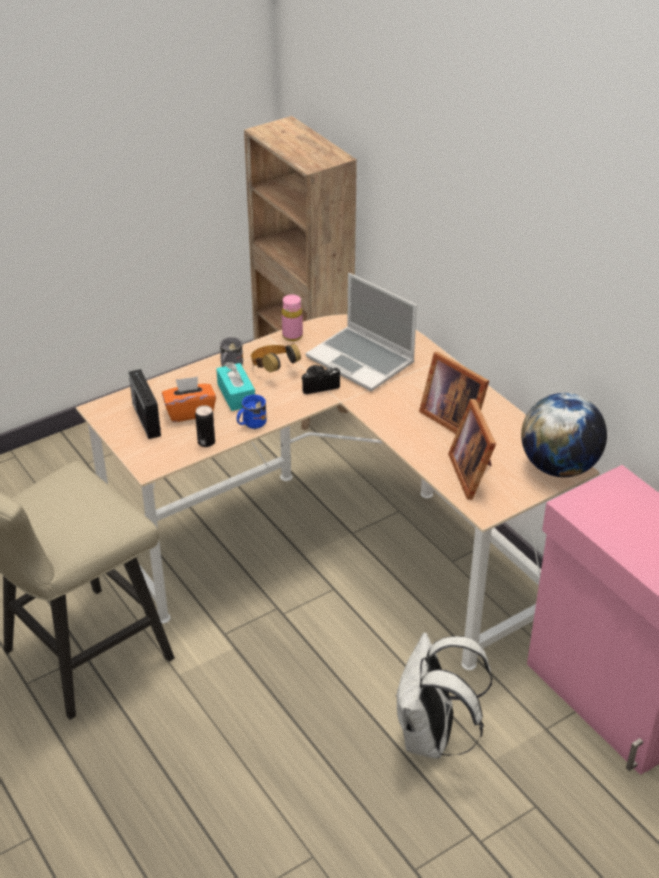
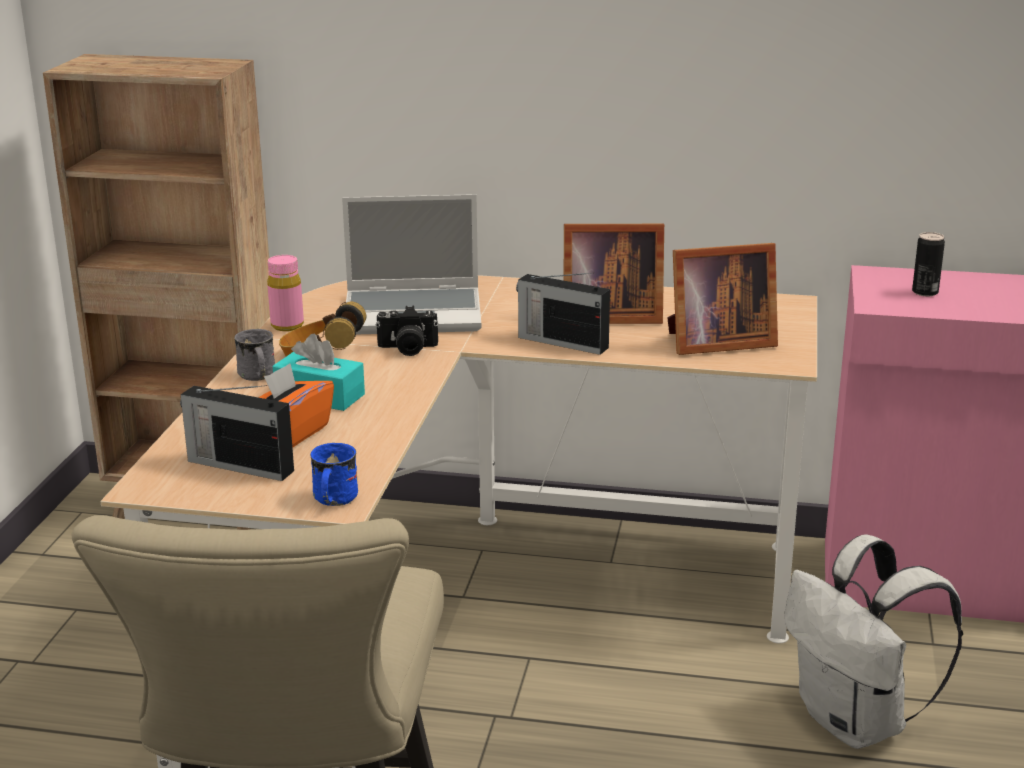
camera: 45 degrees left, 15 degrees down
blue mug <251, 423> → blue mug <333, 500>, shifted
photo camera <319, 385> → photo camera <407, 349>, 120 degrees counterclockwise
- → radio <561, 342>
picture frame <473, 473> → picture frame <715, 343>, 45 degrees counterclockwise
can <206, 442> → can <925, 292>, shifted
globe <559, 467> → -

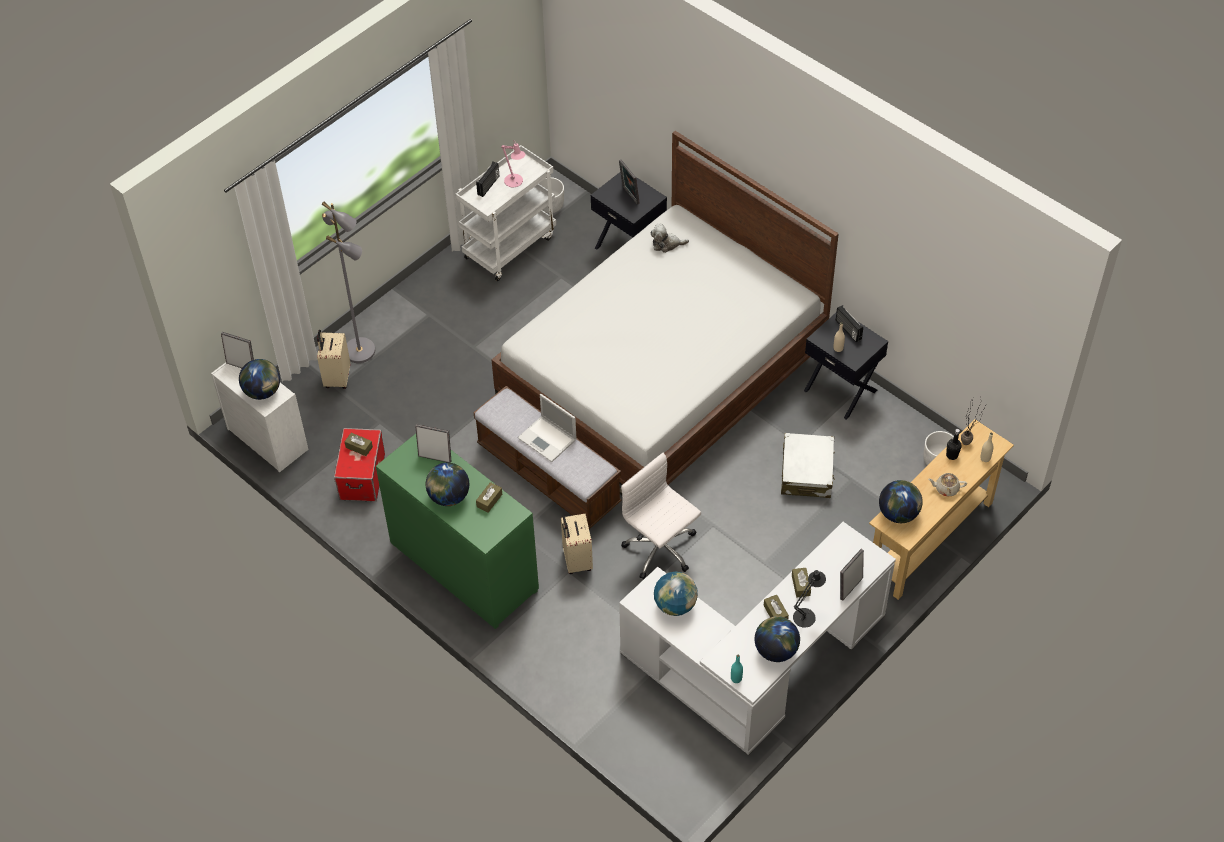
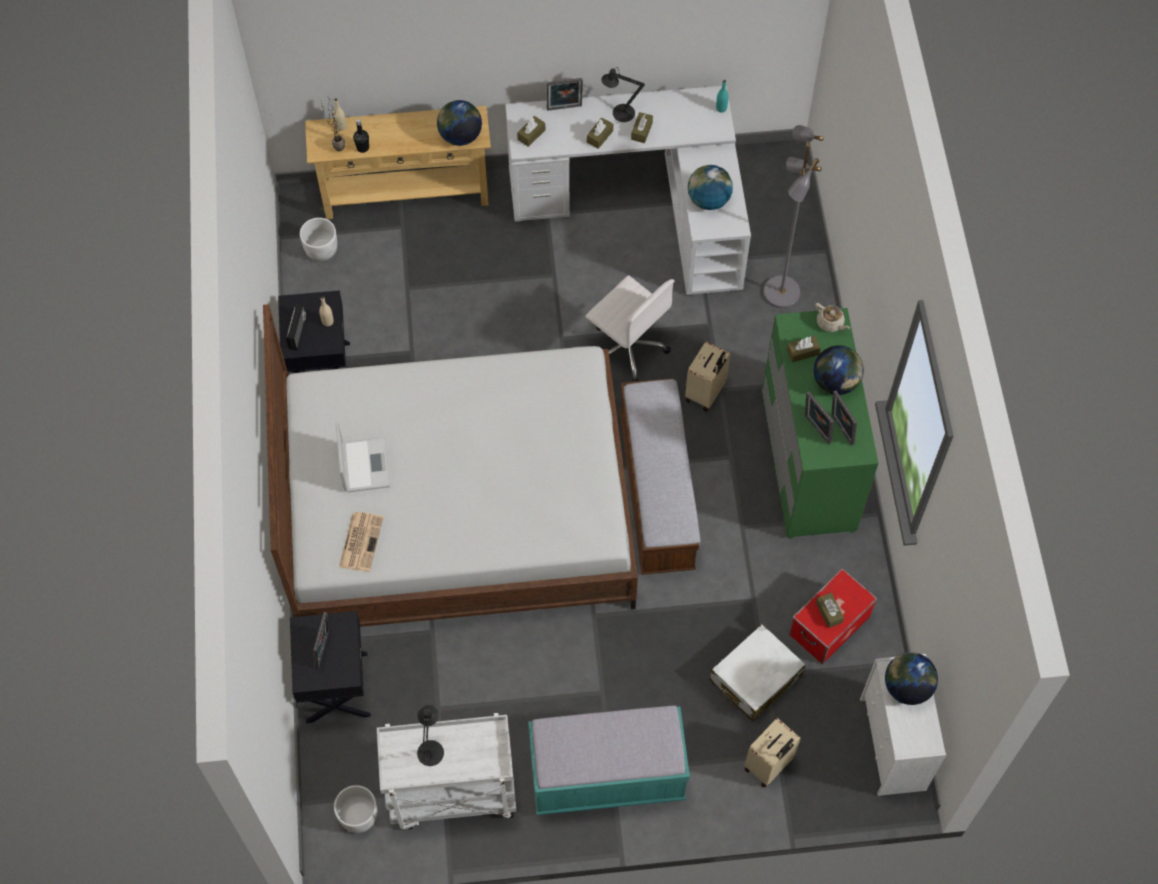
camera: 140 degrees left, 10 degrees up
laptop <548, 439> → laptop <364, 464>, shifted
plush toy <666, 244> → newspaper <361, 541>
pink table lamp <515, 182> → black table lamp <431, 749>
- → brown tissue box <531, 134>
- → turquoise bench <607, 776>
white office chair <661, 550> → white office chair <627, 348>, 45 degrees counterclockwise
white suitcase <806, 472> → white suitcase <755, 678>, shifted
grey floor lamp <360, 350> → grey floor lamp <780, 292>, shifted
beige teapot <946, 488> → beige teapot <830, 323>, shifted
picture frame <242, 365> → picture frame <840, 430>, shifted
radio <489, 185> → -
globe <776, 650> → -

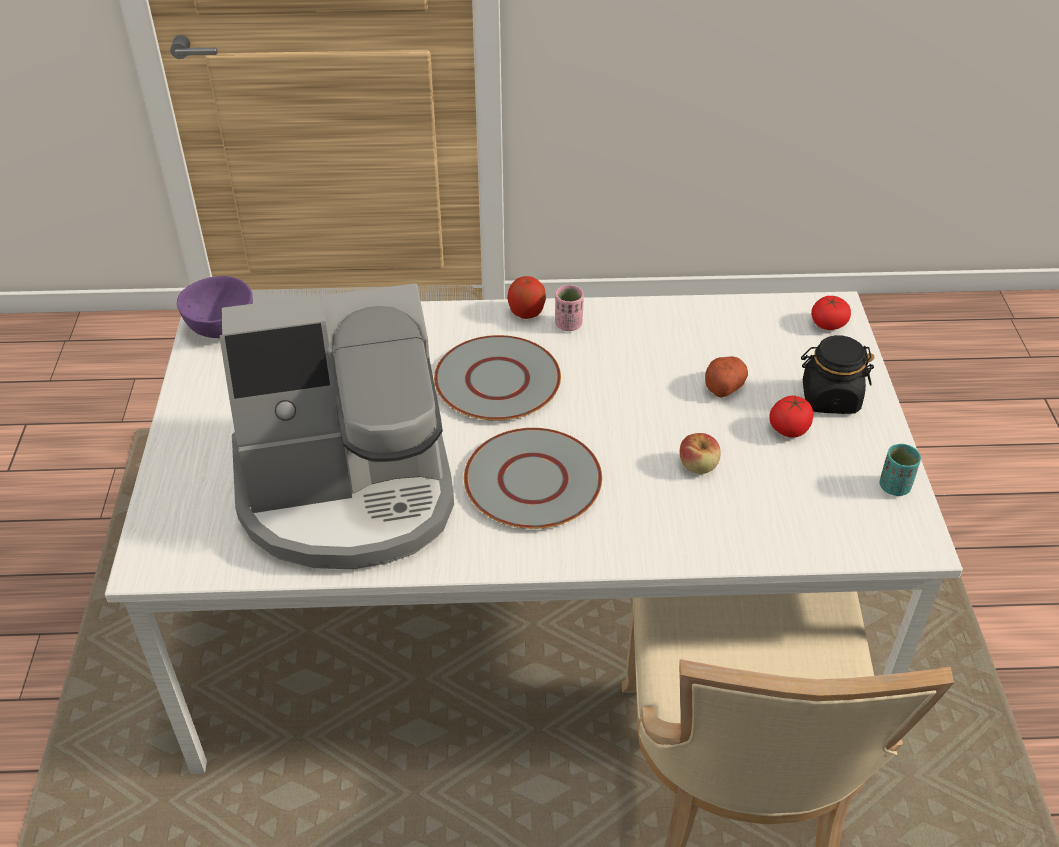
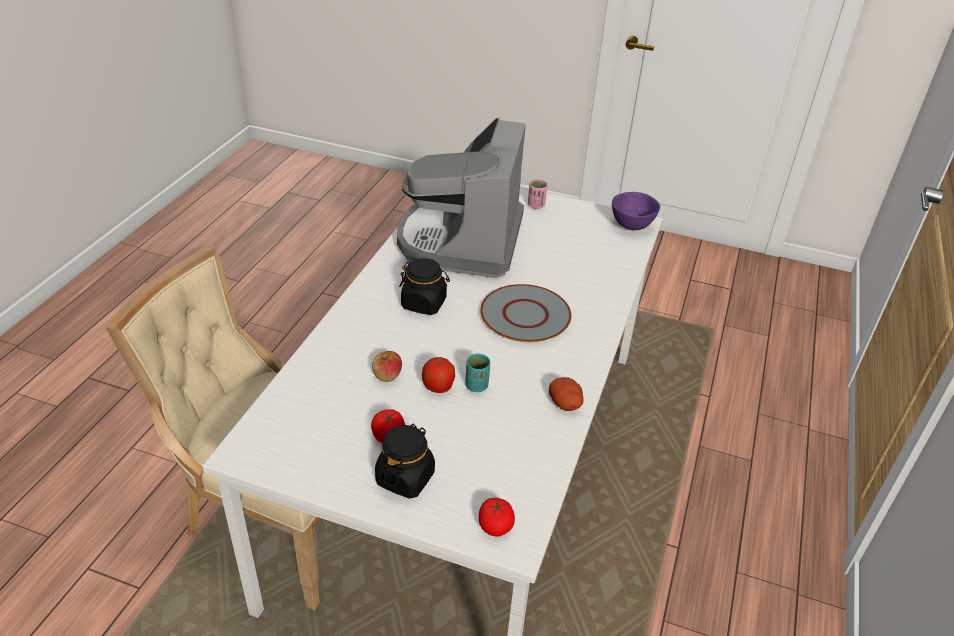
camera: 110 degrees right, 5 degrees down
grey plate <533, 481> → black jar <424, 303>
apple <526, 313> → apple <438, 387>, shifted
turquoise cup <894, 486> → turquoise cup <476, 386>, shifted
pink cup <568, 324> → pink cup <536, 205>, shifted
potato <724, 386> → potato <566, 403>, shifted

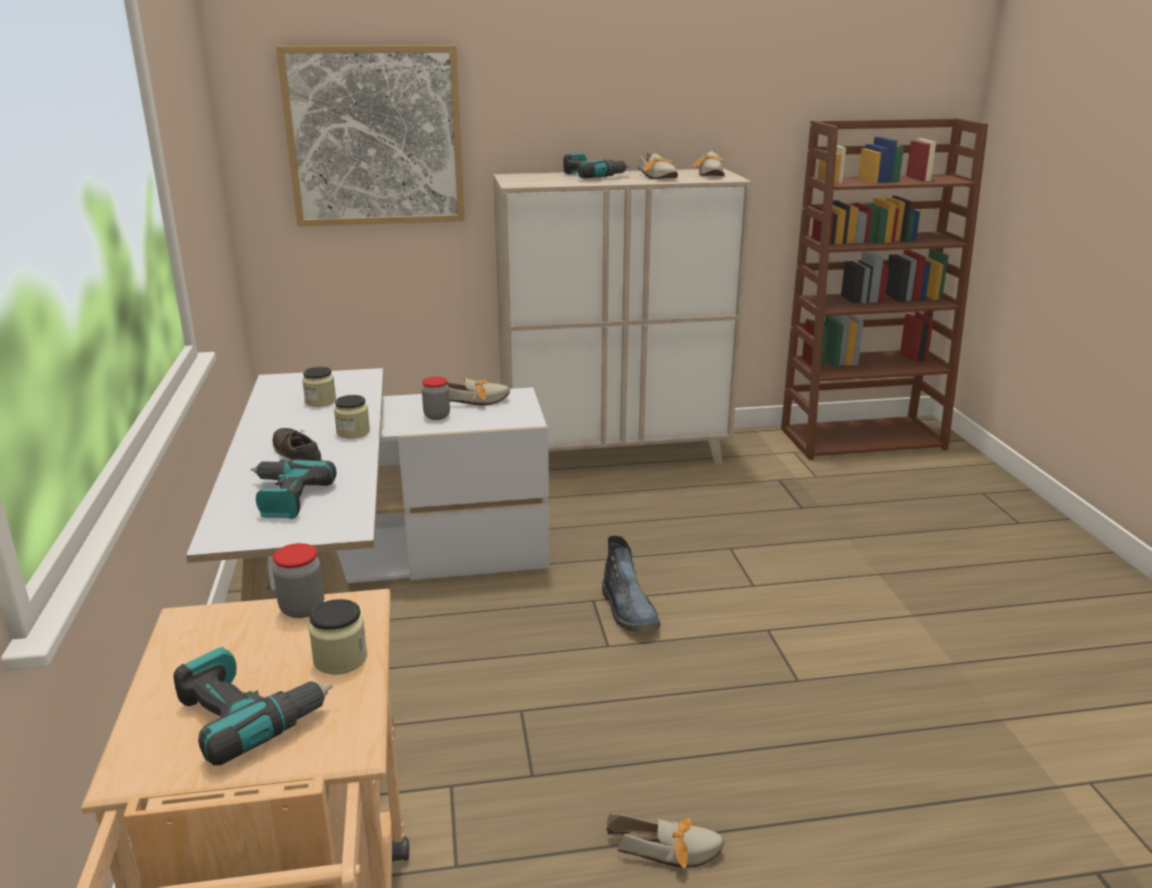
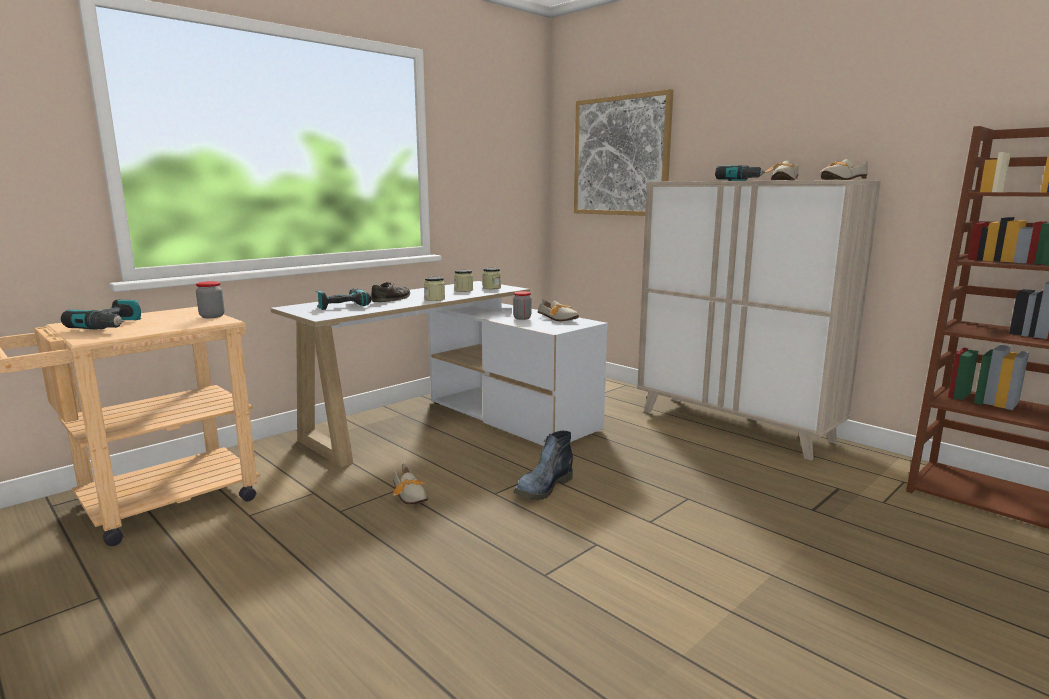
camera: 55 degrees right, 10 degrees down
shoe <671, 851> → shoe <411, 496>, shifted
jar <340, 659> → jar <491, 288>, shifted

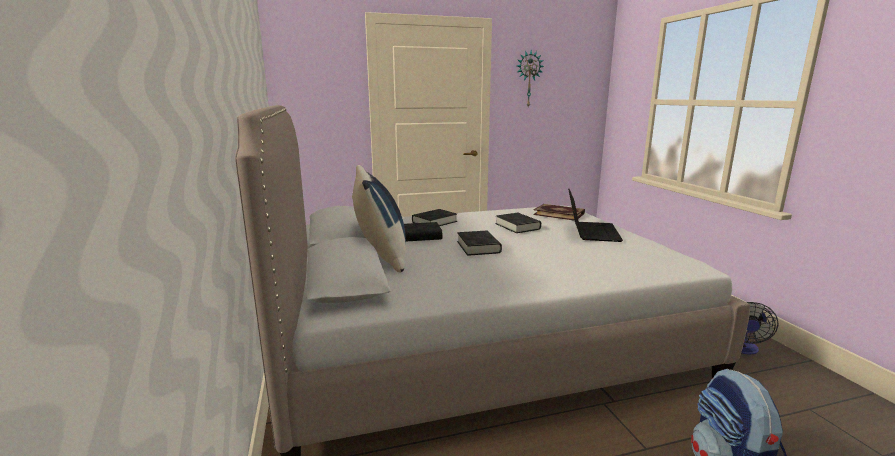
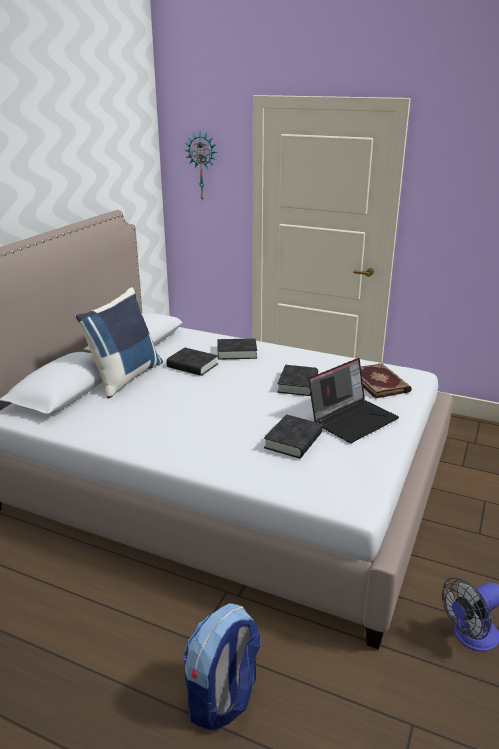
camera: 40 degrees right, 10 degrees up
wall clock <528, 79> → wall clock <202, 166>, shifted
black book <478, 247> → black book <293, 441>, shifted

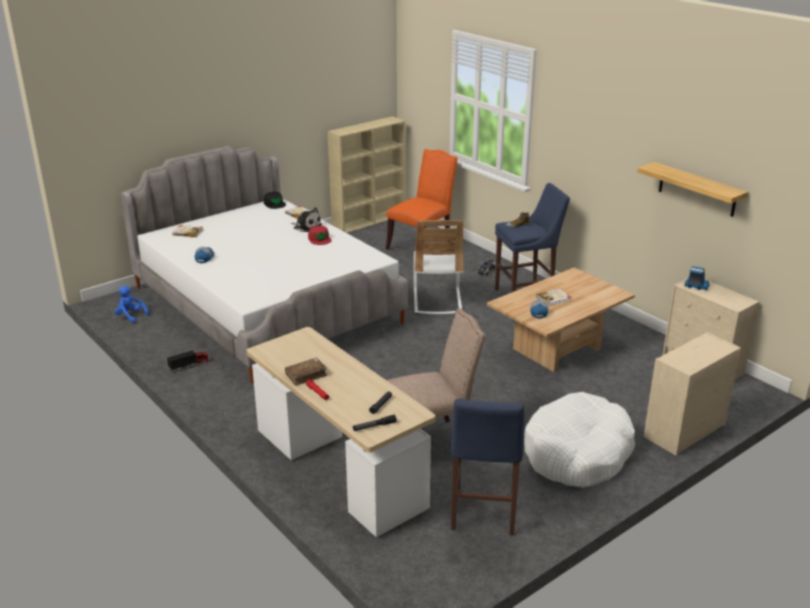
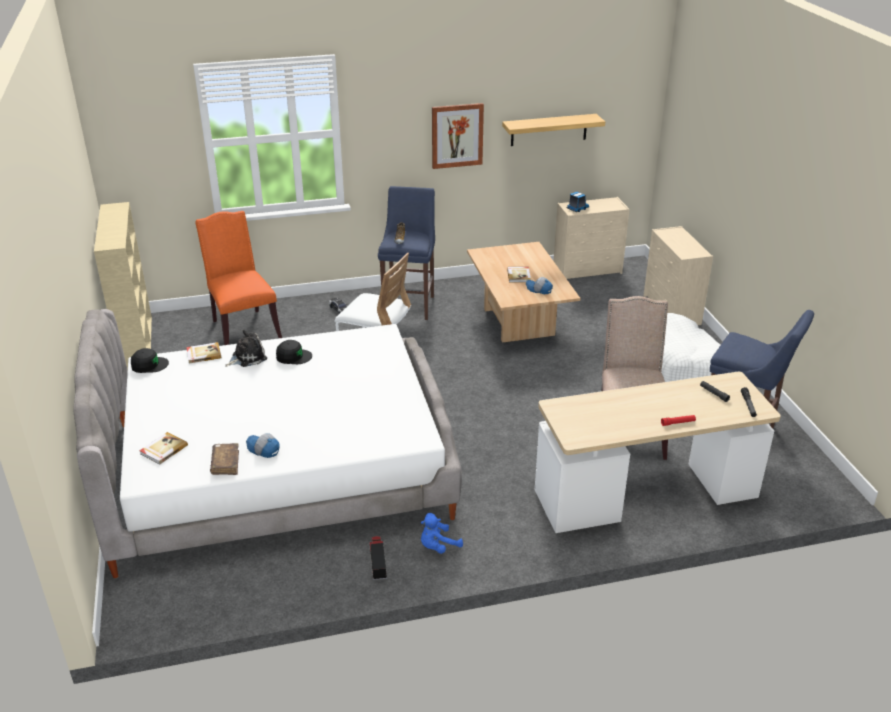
camera: 65 degrees left, 5 degrees up
brown book <306, 375> → brown book <225, 463>, shifted
red cap <319, 239> → black cap <293, 356>
blue plush toy <130, 316> → blue plush toy <438, 546>, shifted
- → picture <457, 135>

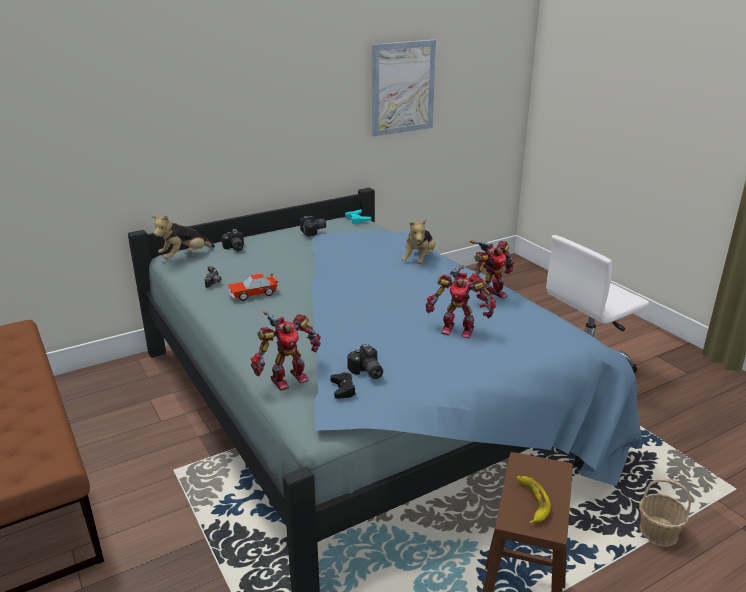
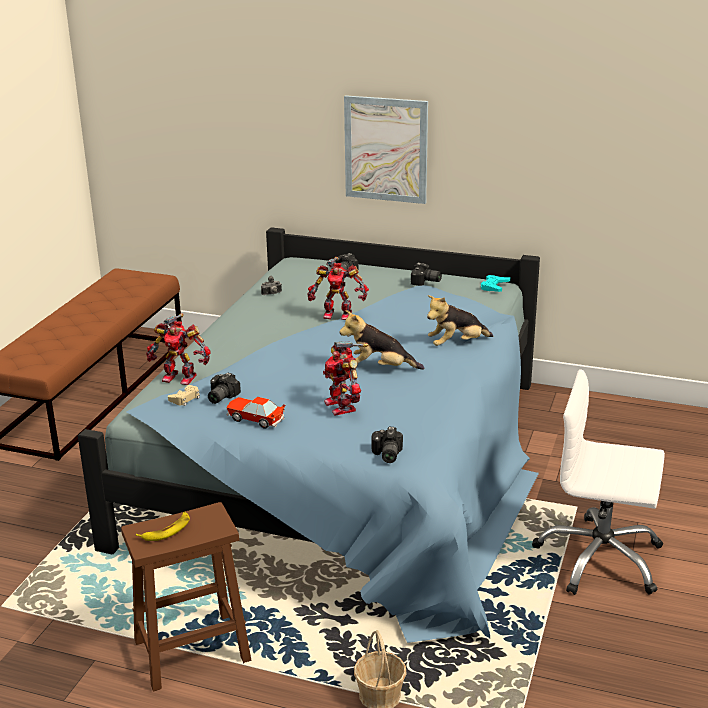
camera: 50 degrees right, 0 degrees up
black game controller <343, 389> → beige game controller <185, 398>
toy car <253, 294> → toy car <255, 419>, shifted
toy robot <489, 296> → toy robot <337, 314>, shifted
plush toy <184, 256> → plush toy <379, 368>, shifted
picture <403, 87> → picture <386, 149>, shifted
- → photo camera <386, 455>

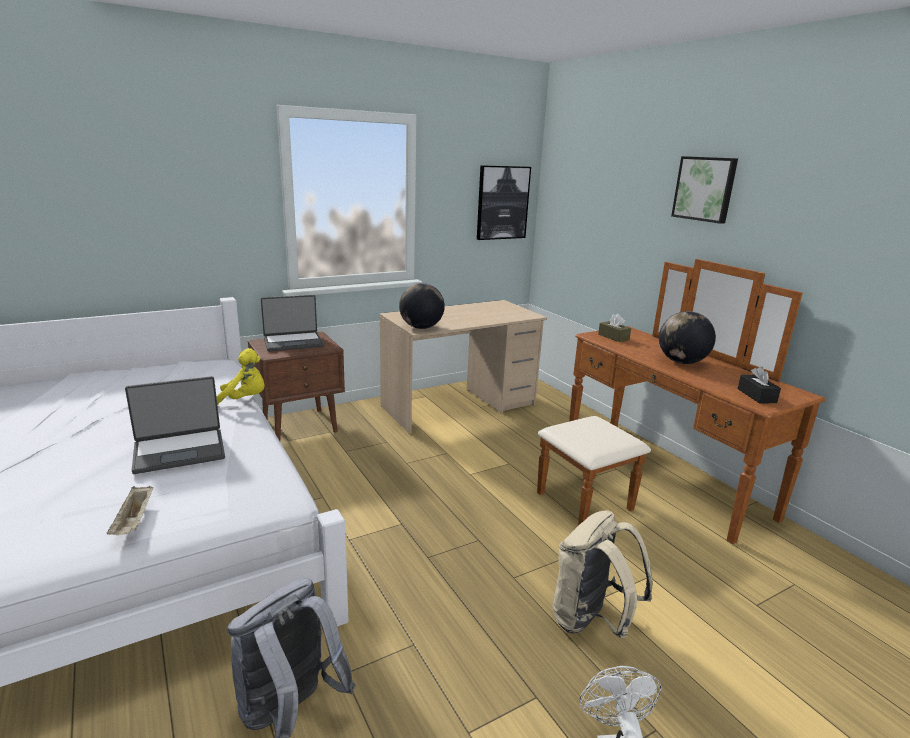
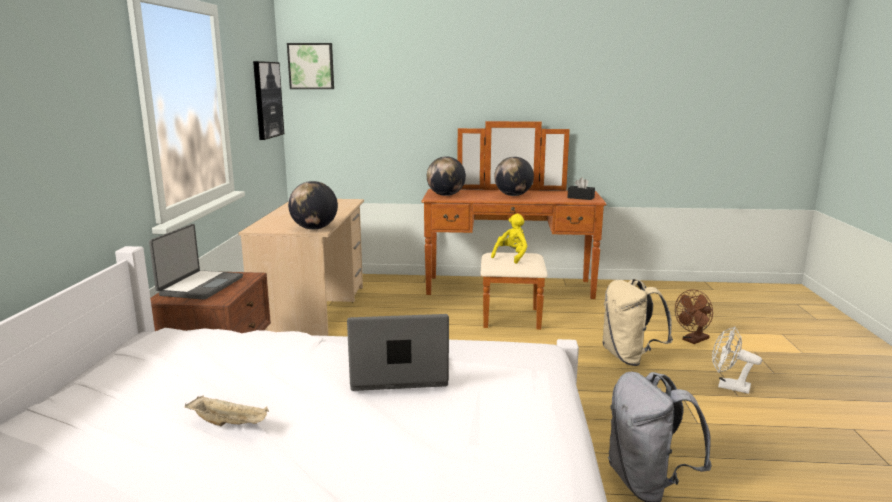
camera: 55 degrees left, 5 degrees down
beige tray <134, 522> → beige tray <229, 423>, shifted
picture <705, 189> → picture <311, 66>, shifted
laptop <179, 451> → laptop <398, 374>, 105 degrees counterclockwise
brown tissue box <613, 337> → globe <446, 195>
yellow plush toy <243, 400> → yellow plush toy <511, 256>, shifted
- → brown fan <693, 340>

